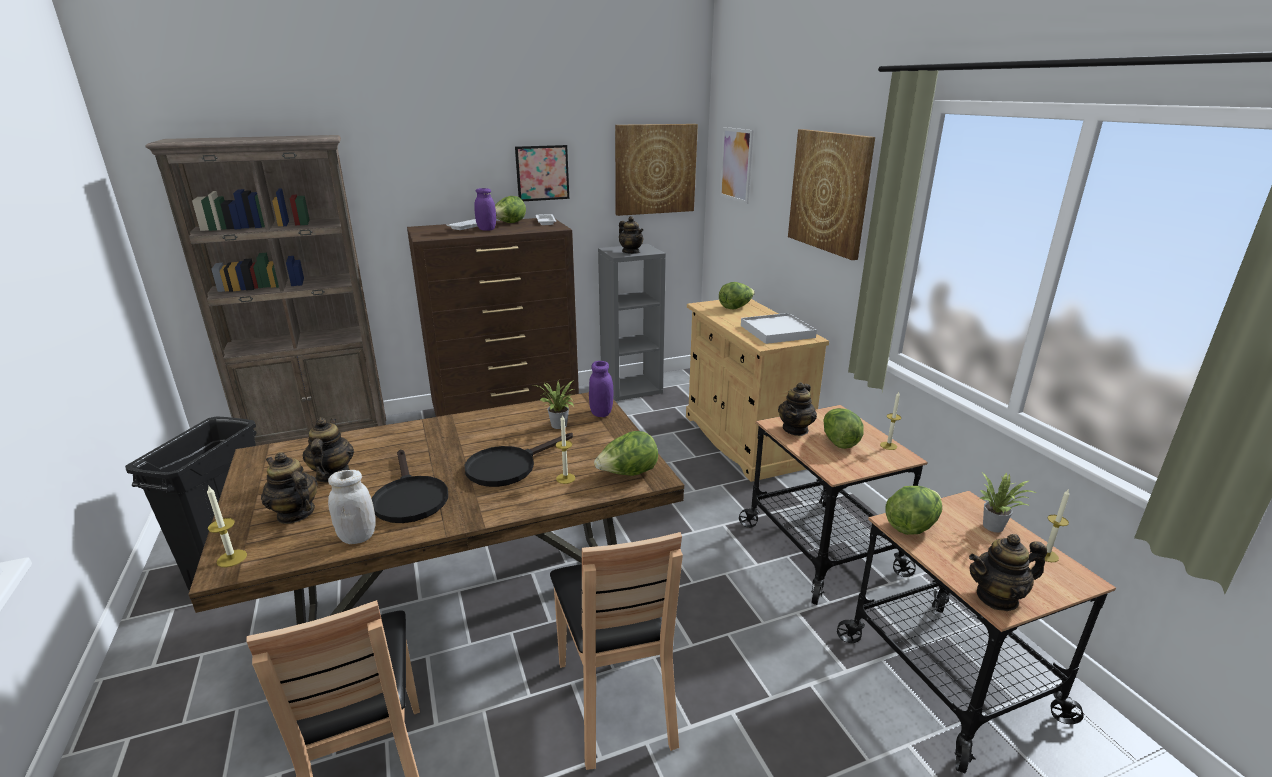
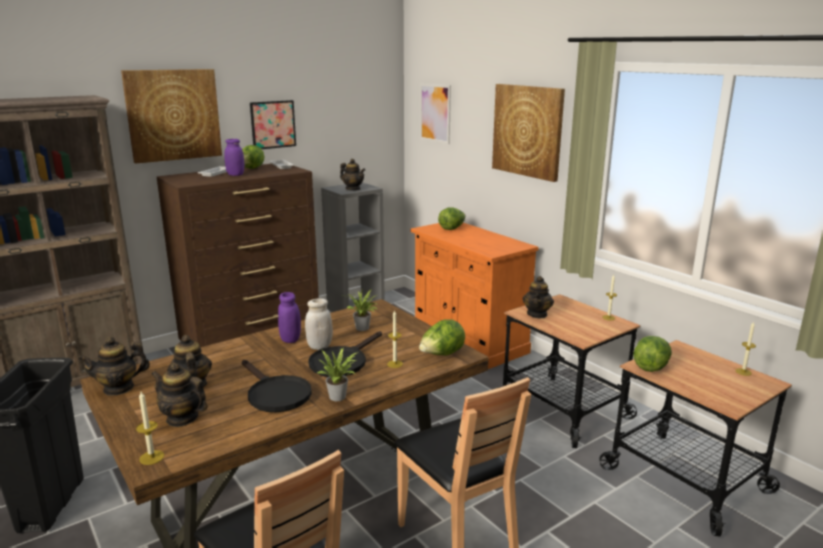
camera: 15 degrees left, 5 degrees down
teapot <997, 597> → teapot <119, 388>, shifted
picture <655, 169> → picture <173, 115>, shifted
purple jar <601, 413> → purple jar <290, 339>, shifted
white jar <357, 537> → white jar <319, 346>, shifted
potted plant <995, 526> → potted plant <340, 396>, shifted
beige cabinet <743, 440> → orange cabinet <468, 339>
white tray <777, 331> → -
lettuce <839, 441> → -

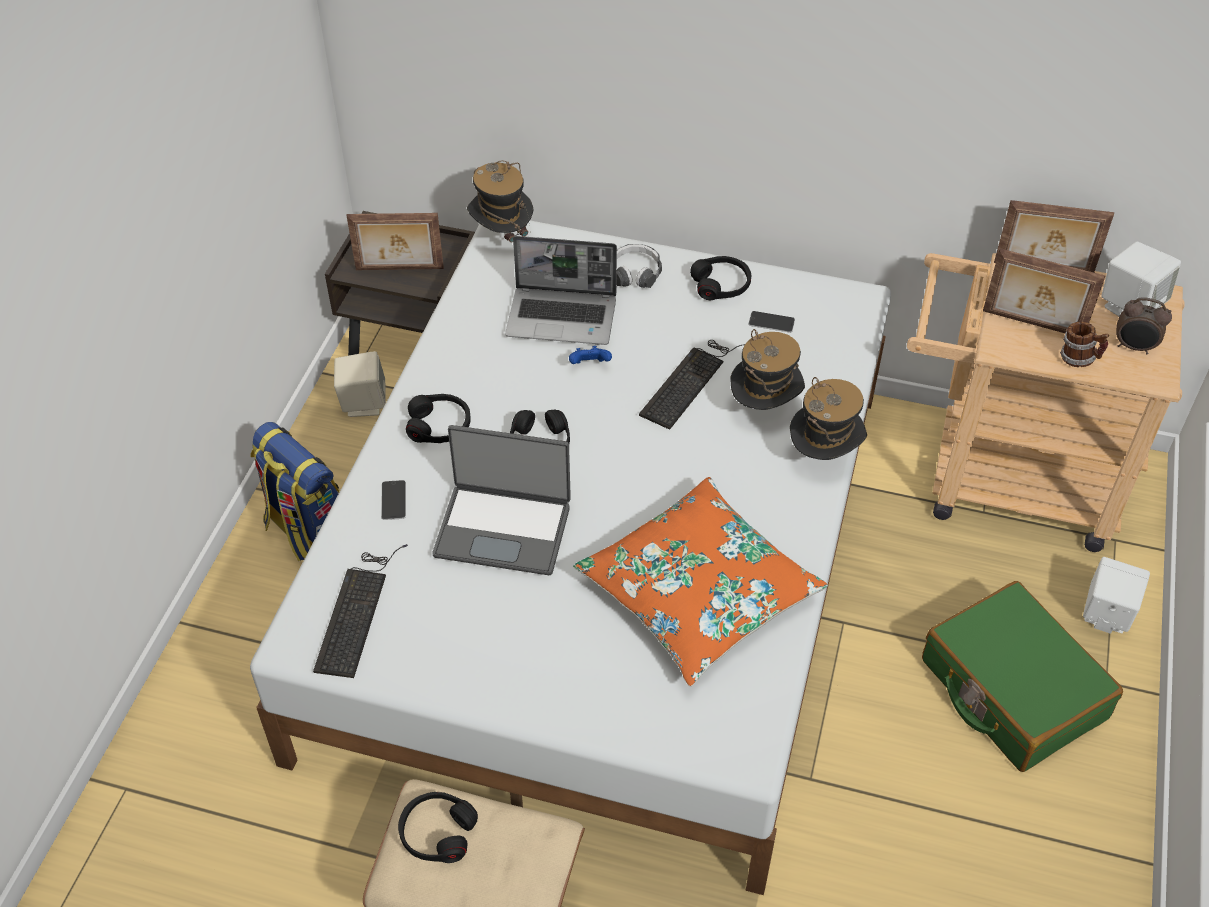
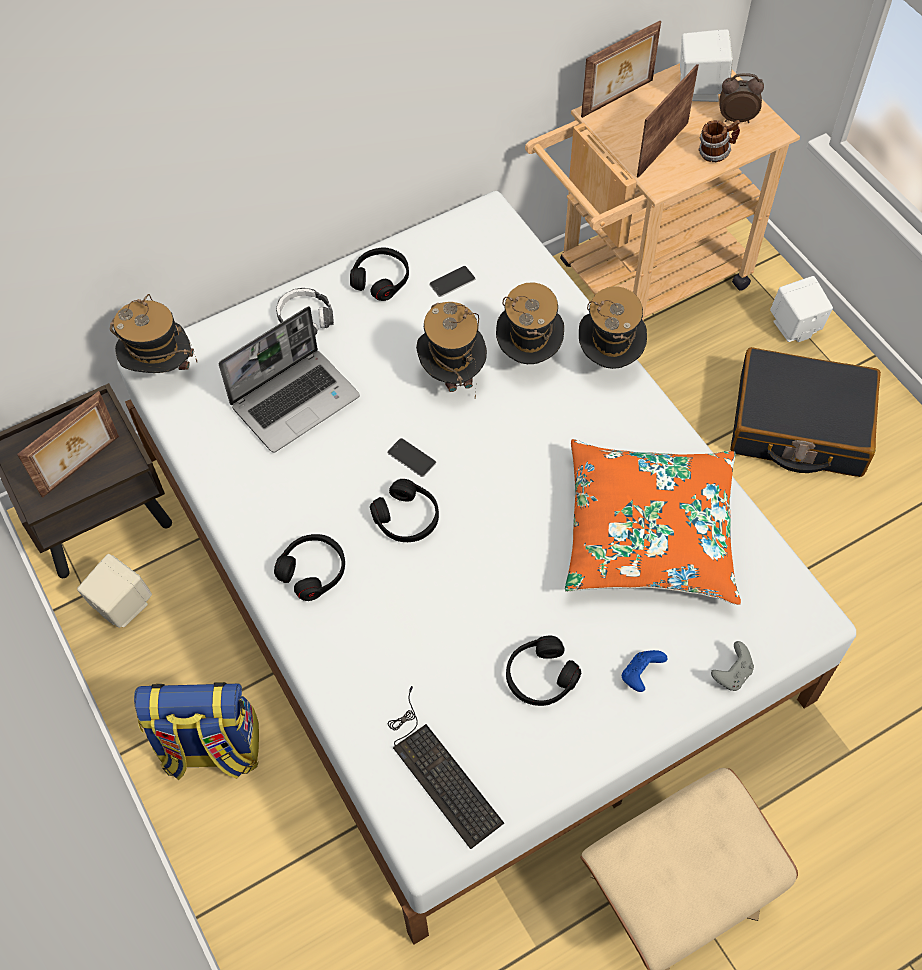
camera: 45 degrees left, 10 degrees up
phone <393, 500> → phone <411, 457>, shifted
keyboard <690, 380> → hat <452, 375>
black headphones <437, 832> → black headphones <540, 677>, shifted
blue game controller <589, 365> → blue game controller <640, 675>, shifted
picture frame <1032, 325> → picture frame <661, 148>, 150 degrees clockwise
- → grey game controller <732, 674>
alarm clock <1133, 347> → alarm clock <736, 118>, 150 degrees counterclockwise
green suitcase <1012, 689> → black suitcase <799, 426>
laptop <503, 529> → -

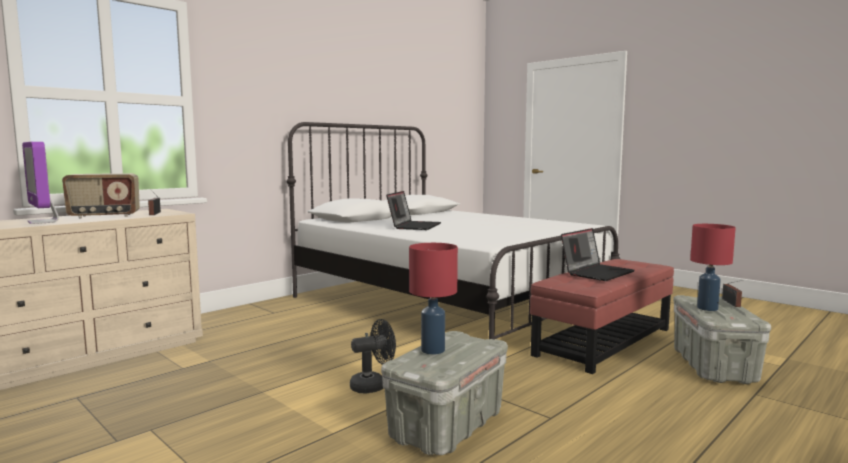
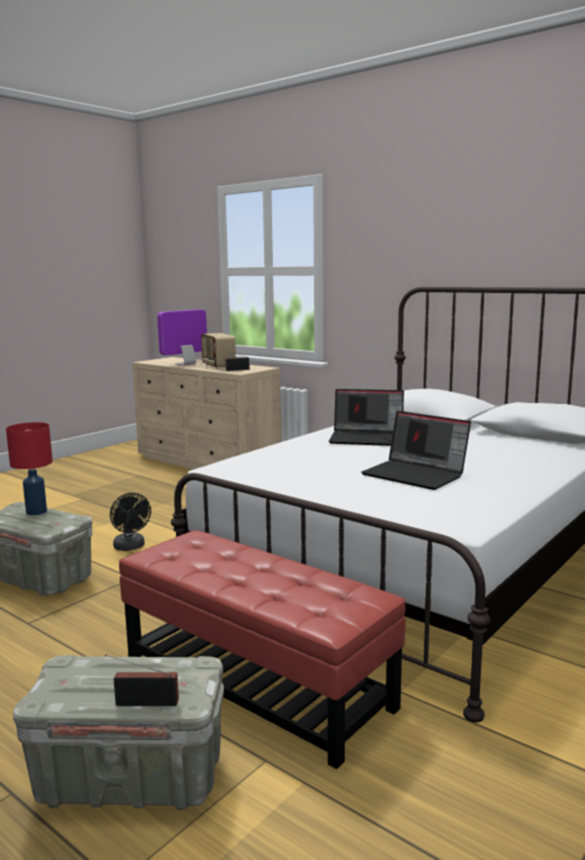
camera: 85 degrees right, 5 degrees up
laptop <597, 272> → laptop <416, 475>, shifted
red table lamp <708, 308> → -

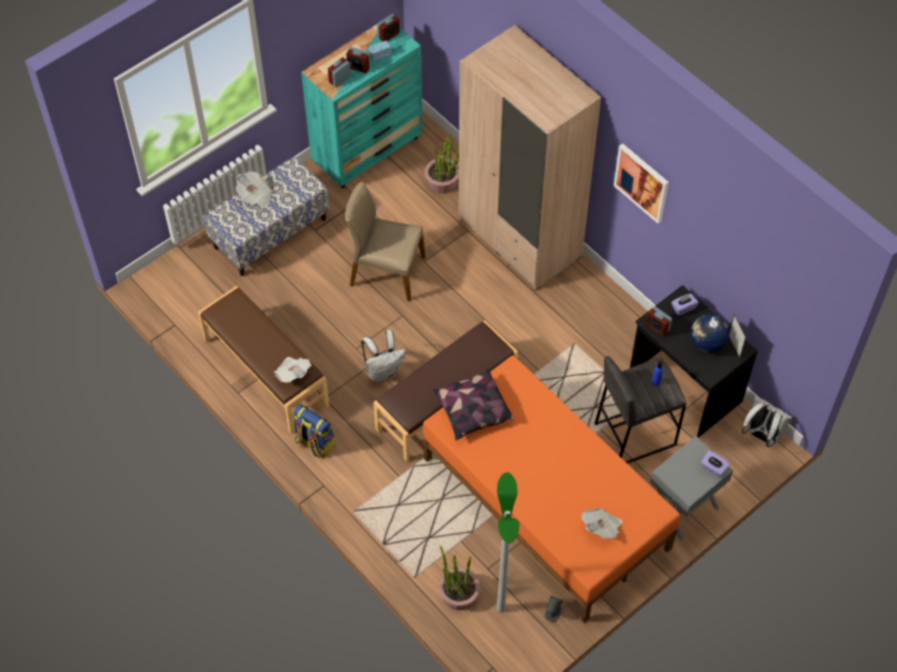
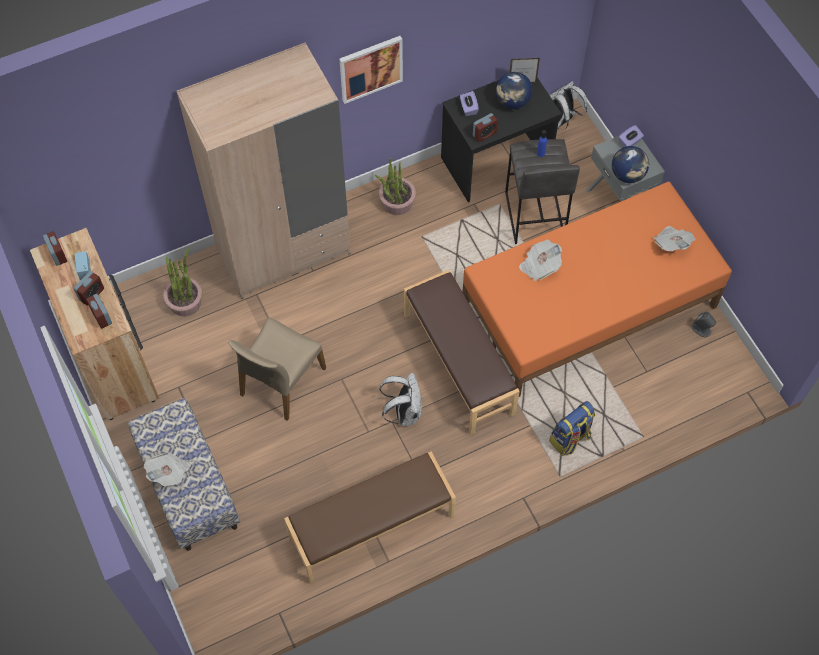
camera: 75 degrees left, 5 degrees up
turquoise dresser <368, 150> → brown dresser <114, 363>
potted plant <459, 594> → potted plant <397, 202>, shifted
newspaper <293, 374> → newspaper <539, 266>, shifted
backpack <314, 443> → backpack <570, 439>, shifted
- → globe <627, 175>
pillow <472, 411> → -
floor lamp <501, 608> → -

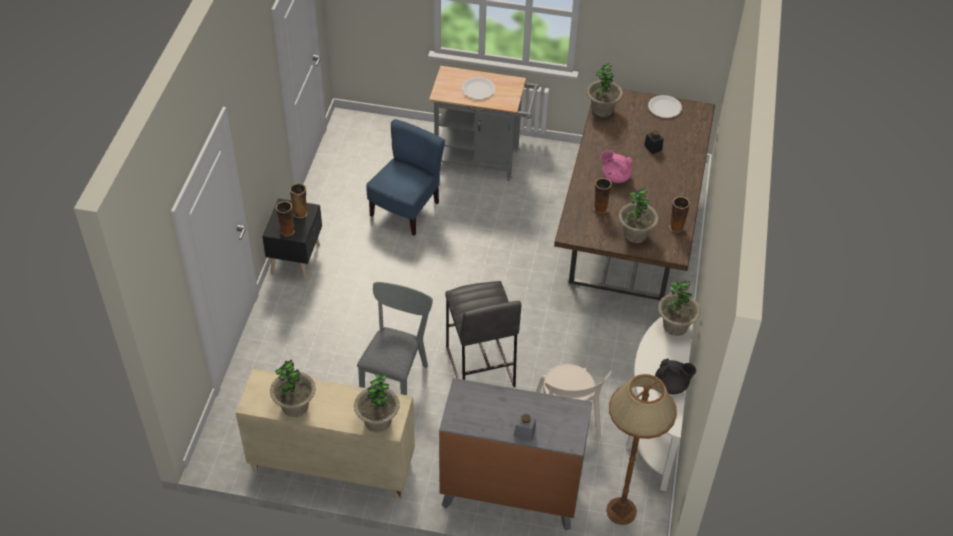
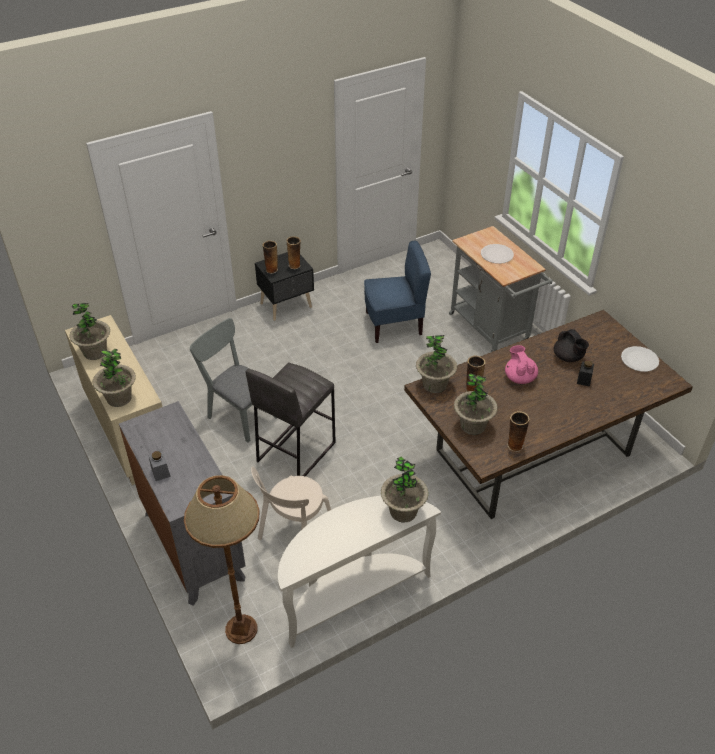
camera: 50 degrees right, 5 degrees down
grey chair <396, 376> → grey chair <239, 414>, 120 degrees counterclockwise
potted plant <602, 110> → potted plant <434, 384>, shifted
black teapot <671, 385> → black teapot <568, 357>, shifted

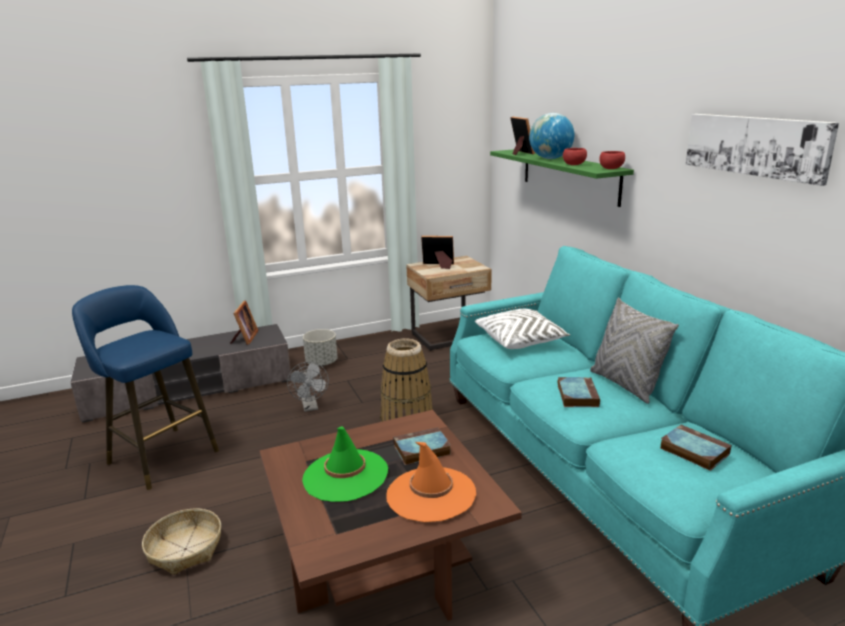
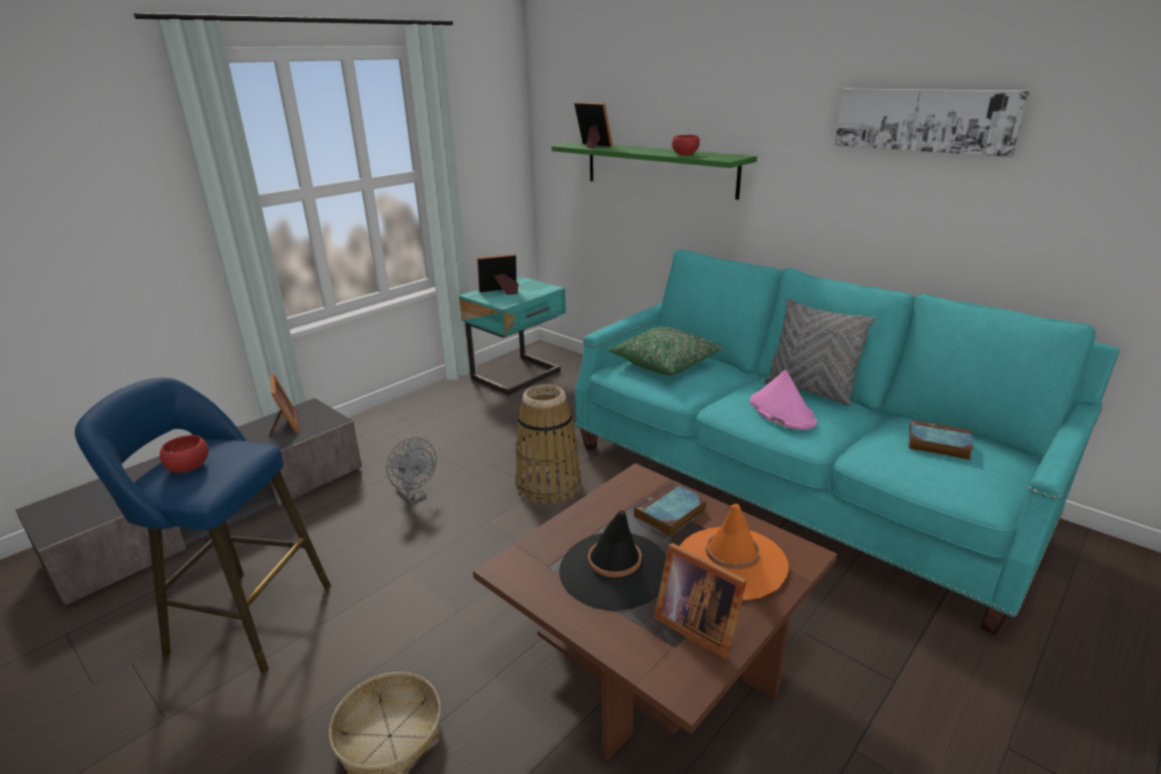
camera: 25 degrees left, 5 degrees up
red bowl <611, 168> → red bowl <190, 467>, shifted
beige nightstand <449, 338> → turquoise nightstand <518, 376>
green hat <345, 475> → black hat <614, 570>
white pillow <520, 340> → green pillow <665, 363>
- → picture frame <696, 624>
book <577, 395> → pink hat <781, 412>
grey planter <322, 363> → -
globe <550, 159> → -

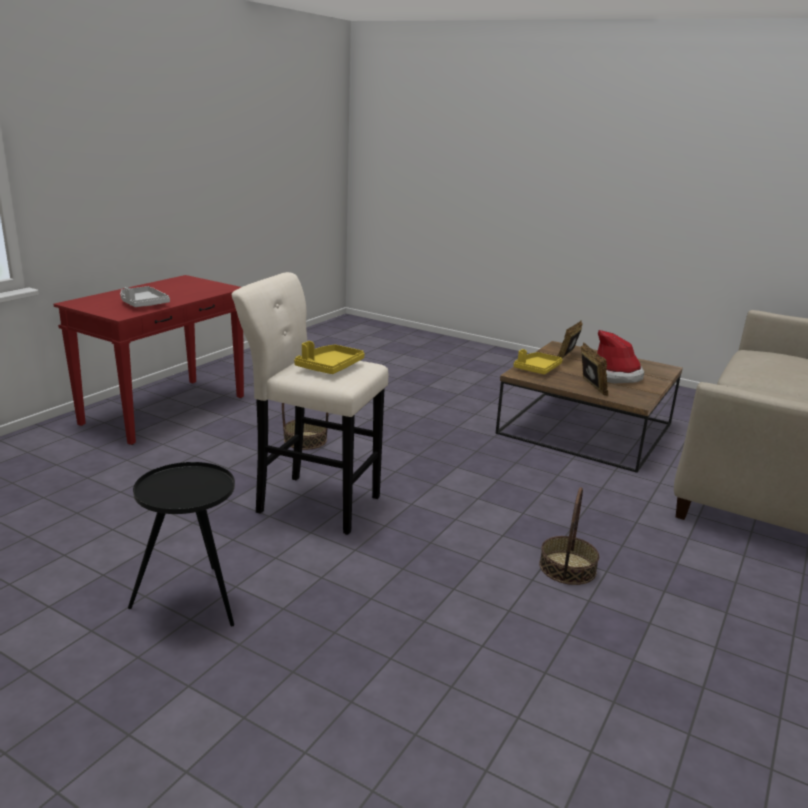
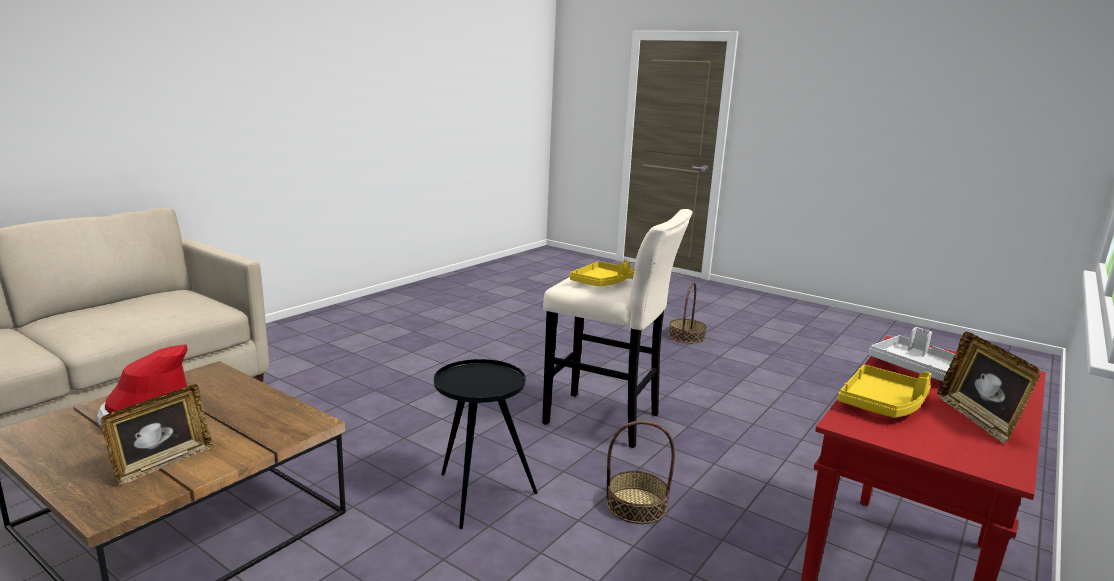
camera: 175 degrees left, 5 degrees down
black side table <193, 603> → black side table <478, 494>, shifted
basket <567, 568> → basket <686, 336>, shifted
yellow tray <537, 369> → yellow tray <882, 404>, shifted
picture frame <590, 388> → picture frame <978, 419>, shifted

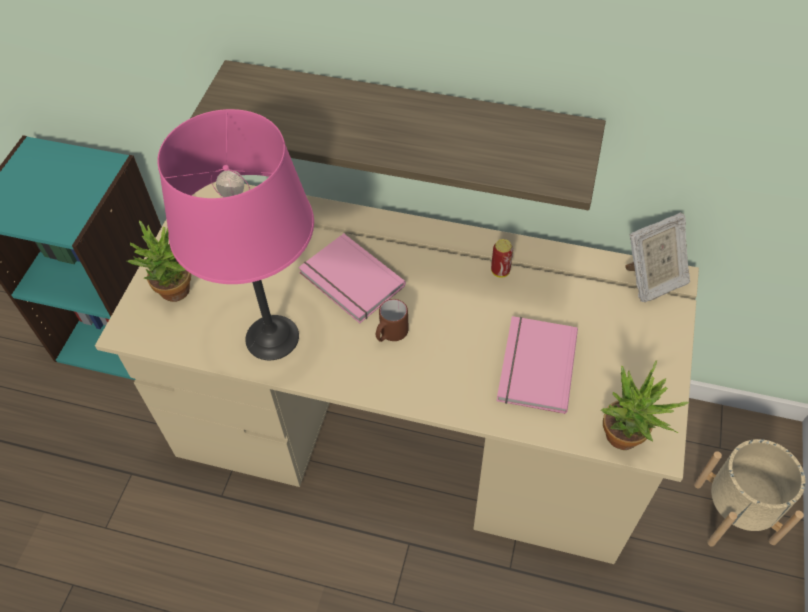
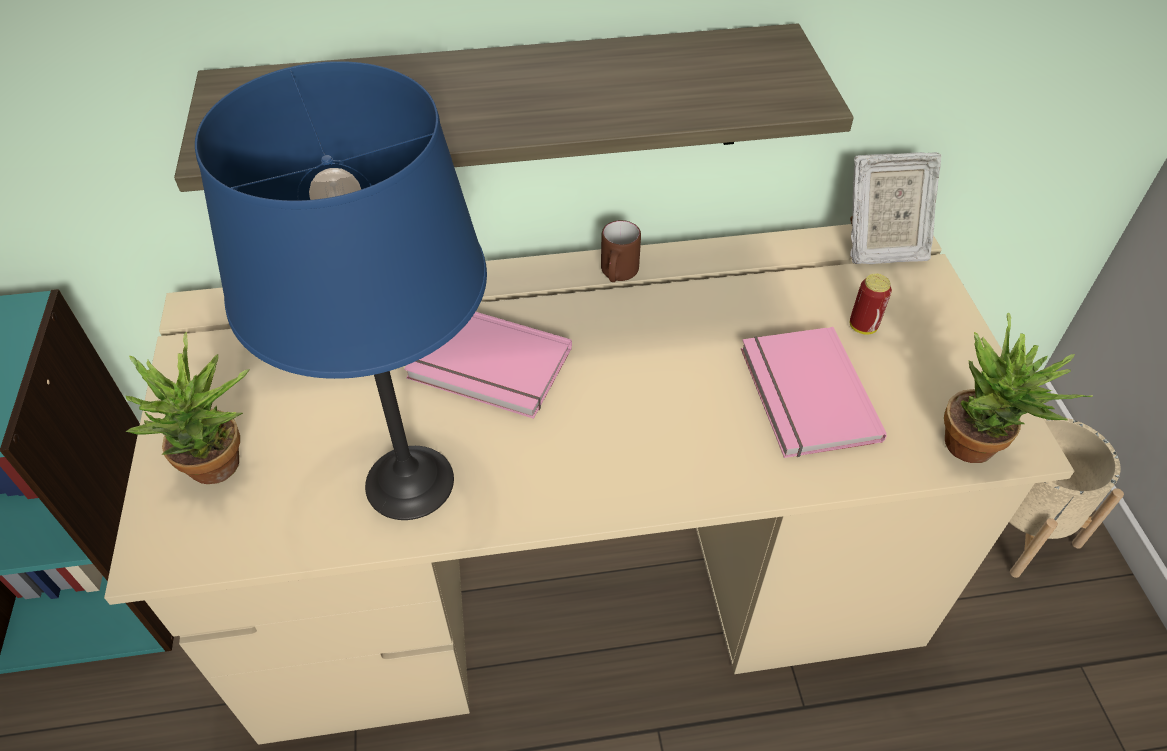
camera: 25 degrees left, 5 degrees down
pink table lamp <272, 337> → blue table lamp <409, 482>
brown mug <390, 334> → brown mug <617, 275>, shifted
picture frame <652, 280> → picture frame <881, 247>, 45 degrees clockwise
can <500, 271> → can <863, 326>, shifted

